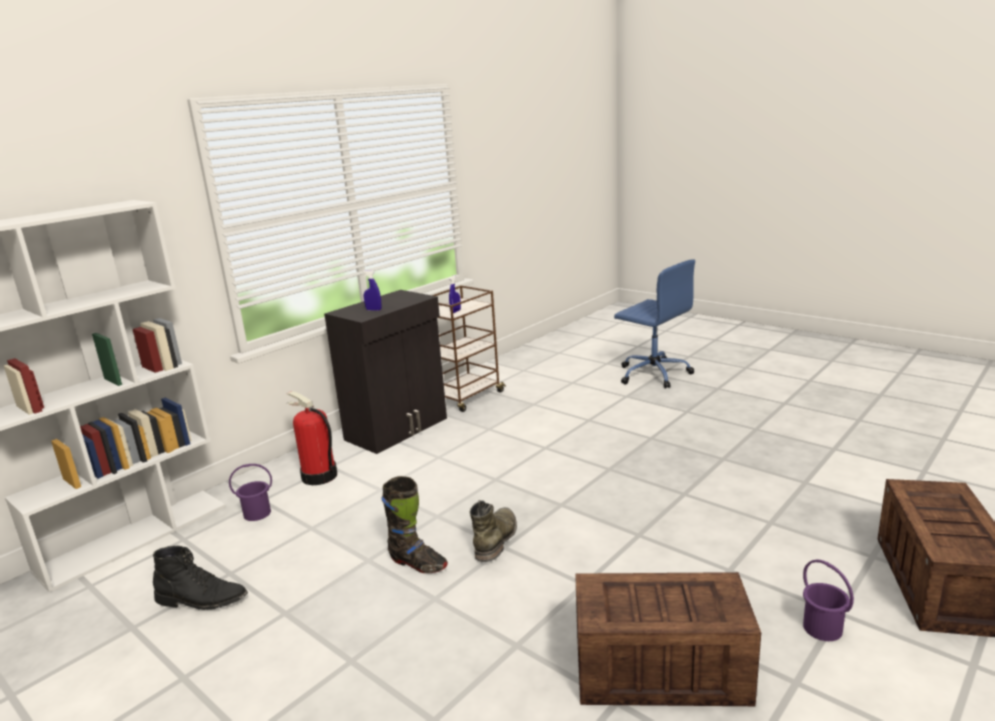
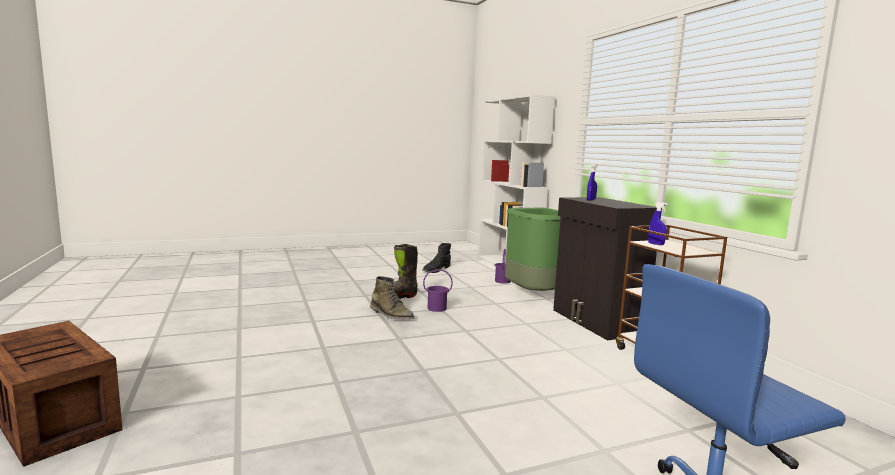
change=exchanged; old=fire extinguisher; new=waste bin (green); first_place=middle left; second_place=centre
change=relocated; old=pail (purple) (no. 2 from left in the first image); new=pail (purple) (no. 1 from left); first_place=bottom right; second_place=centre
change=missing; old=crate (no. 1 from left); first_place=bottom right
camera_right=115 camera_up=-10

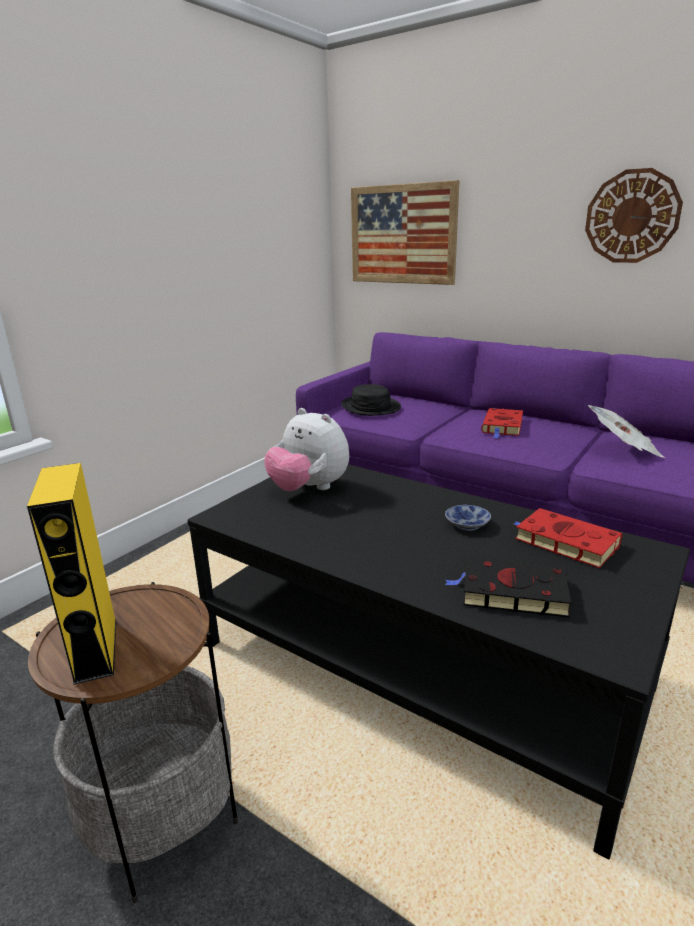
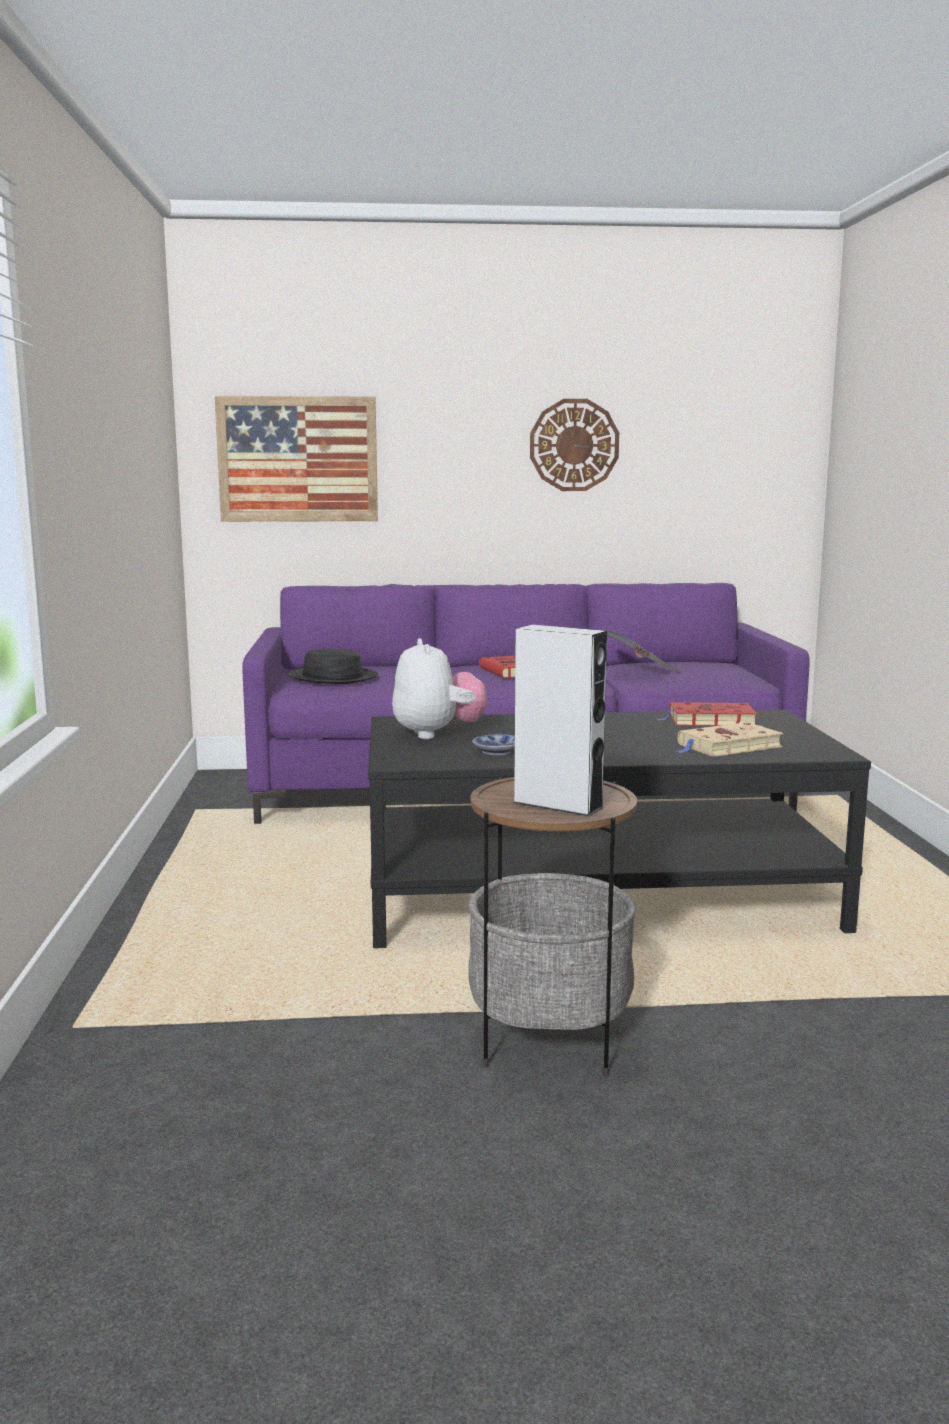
change=spun; old=soft toy; first_place=centre; second_place=centre; degrees=-105
change=colour; old=speaker (yellow-coloured); new=speaker (grey); first_place=middle left; second_place=centre
change=relocated; old=serving bowl; first_place=middle right; second_place=centre
change=colour; old=bound book (black-coloured); new=bound book (beige-coloured); first_place=middle right; second_place=middle right
camera_right=-40 camera_up=-10

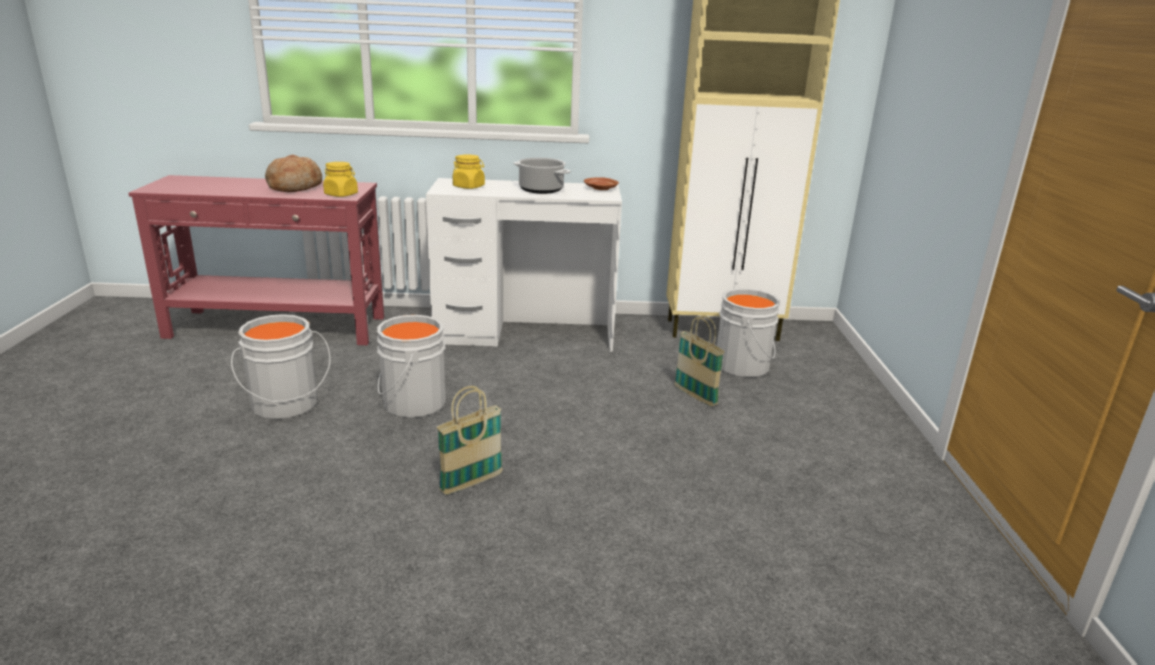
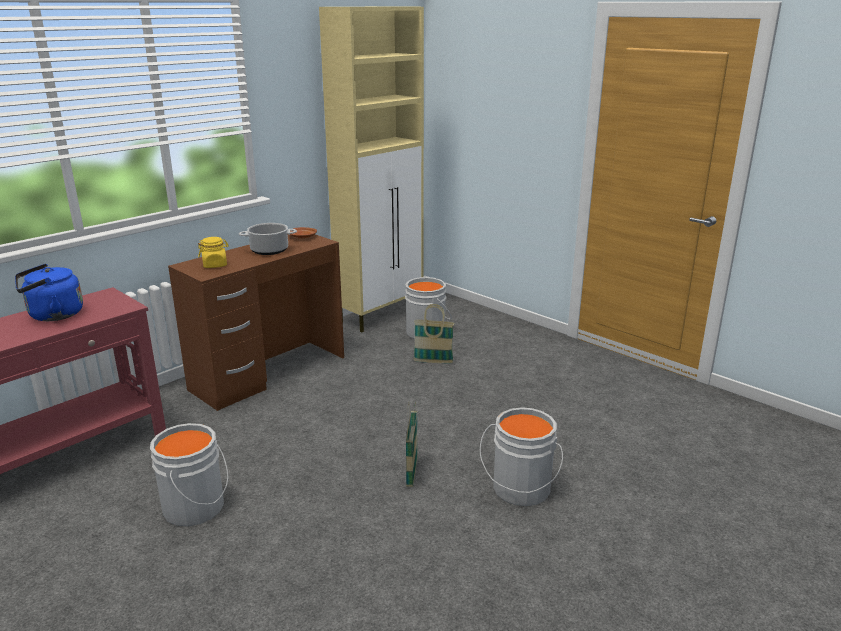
change=exchanged; old=bakery bread; new=kettle (blue); first_place=top left; second_place=middle left
change=missing; old=jar (yellow-coloured) (no. 1 from left); first_place=top left
change=colour; old=desk table (white); new=desk table (brown); first_place=centre; second_place=middle left
change=relocated; old=pail (grey) (no. 2 from left in the first image); new=pail (grey) (no. 3 from left); first_place=centre; second_place=bottom centre
camera_right=-45 camera_up=0

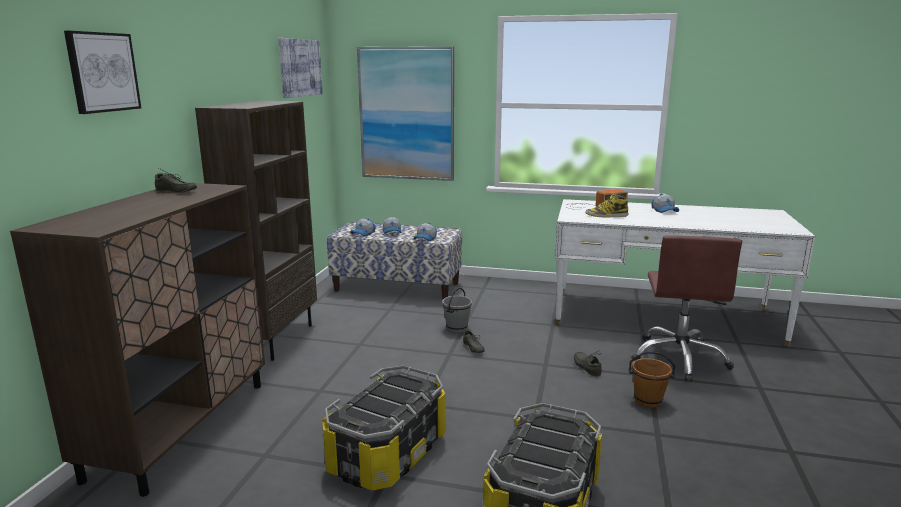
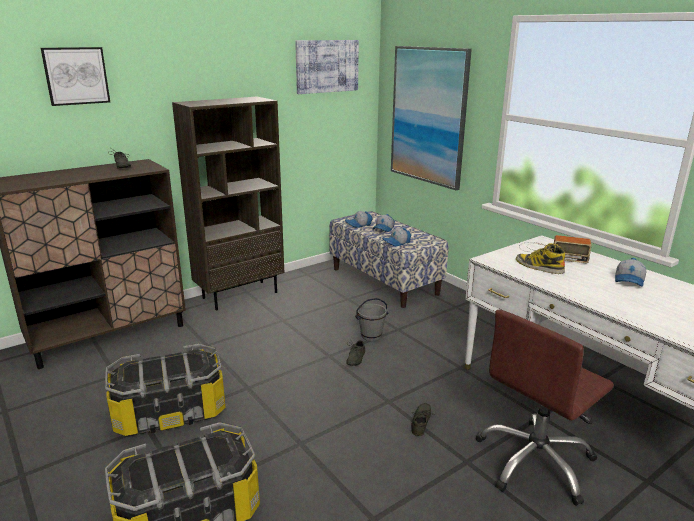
change=missing; old=pail (brown); first_place=bottom right
camera_right=40 camera_up=5

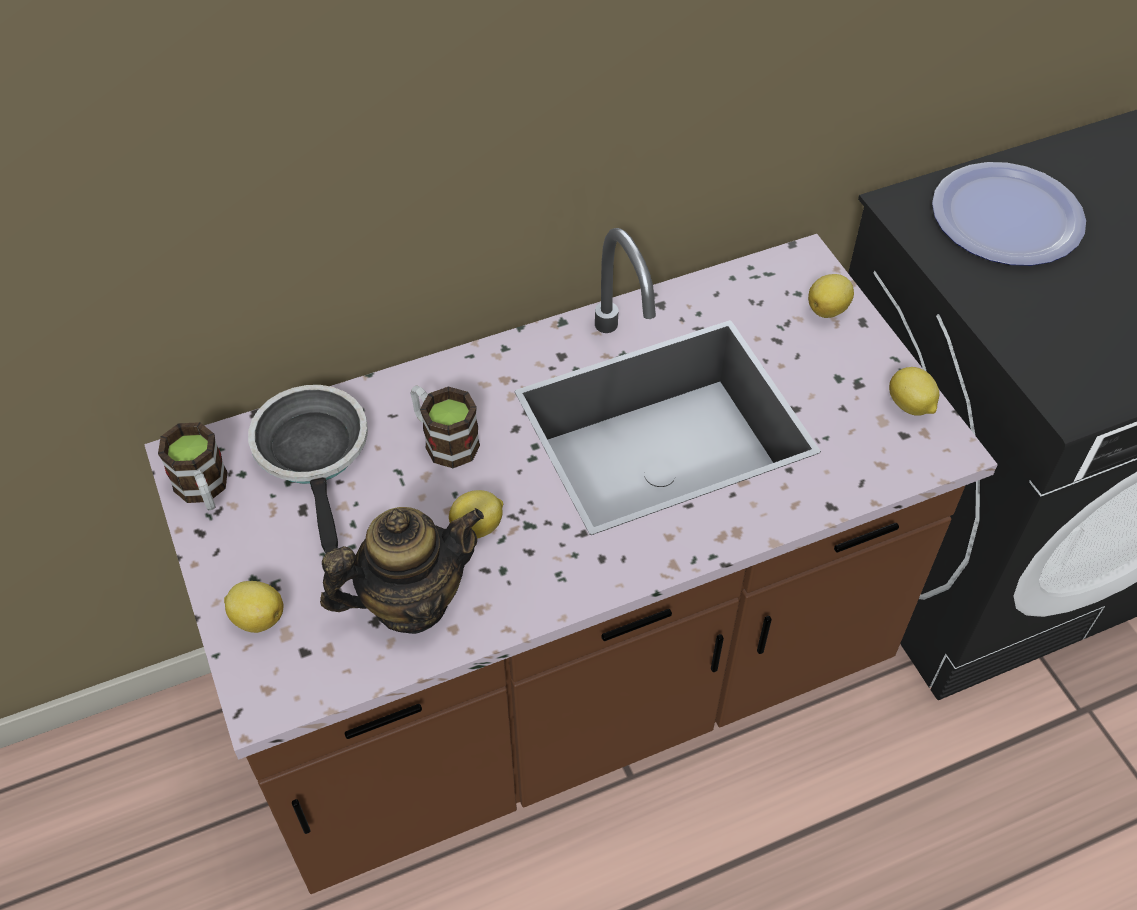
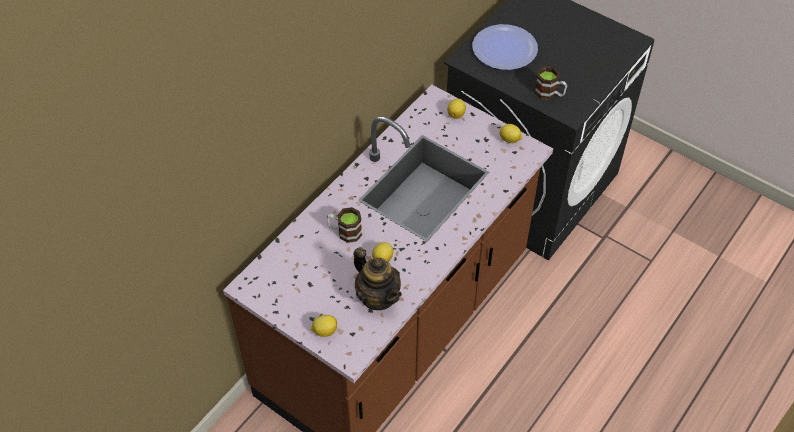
change=missing; old=skillet; first_place=middle left
change=relocated; old=coffee mug (no. 1 from left in the first image); new=coffee mug (no. 2 from left); first_place=middle left; second_place=top right
change=spun; old=teapot; first_place=centre; second_place=centre; degrees=105
camera_right=-30 camera_up=0

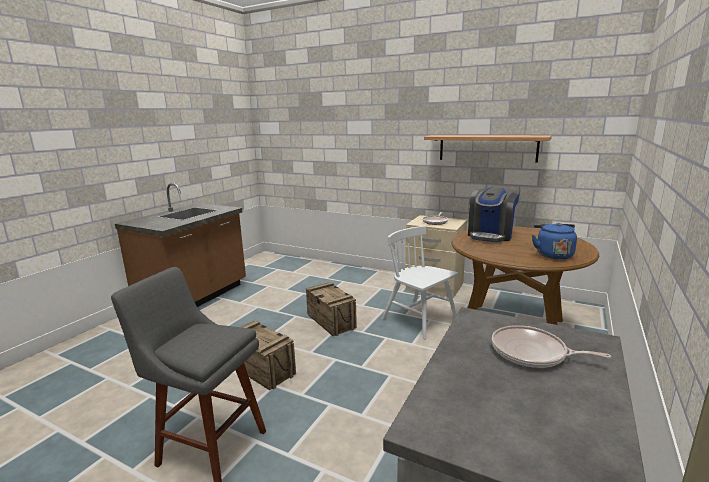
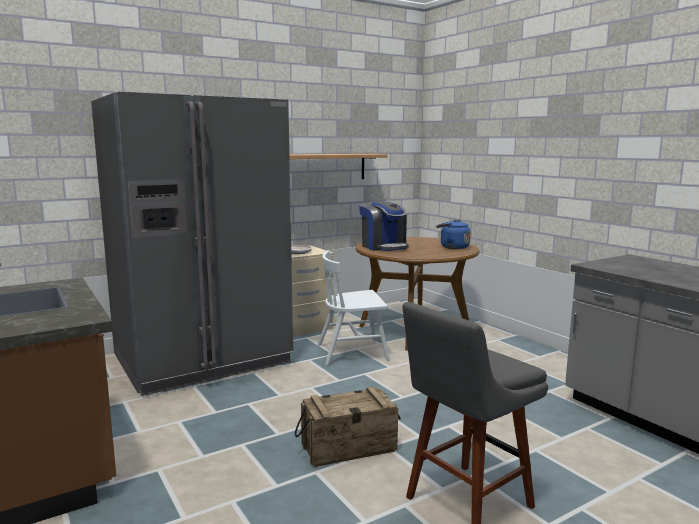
change=missing; old=crate (no. 2 from left); first_place=centre
change=missing; old=skillet (no. 2 from left); first_place=bottom right
change=appeared; new=fridge (grey); second_place=middle left
camera_right=-60 camera_up=-5

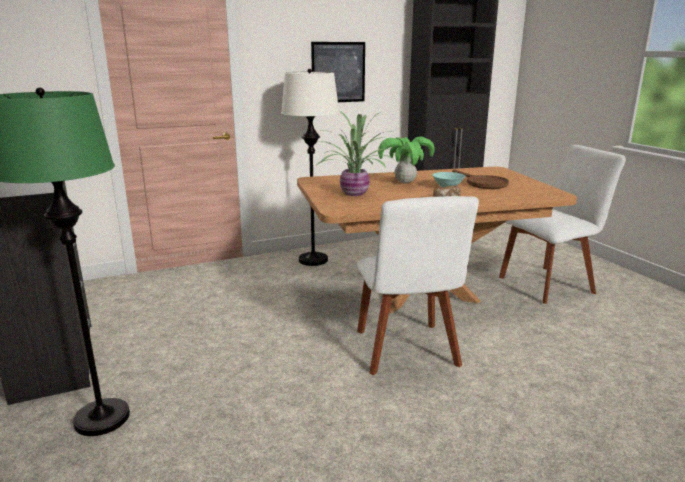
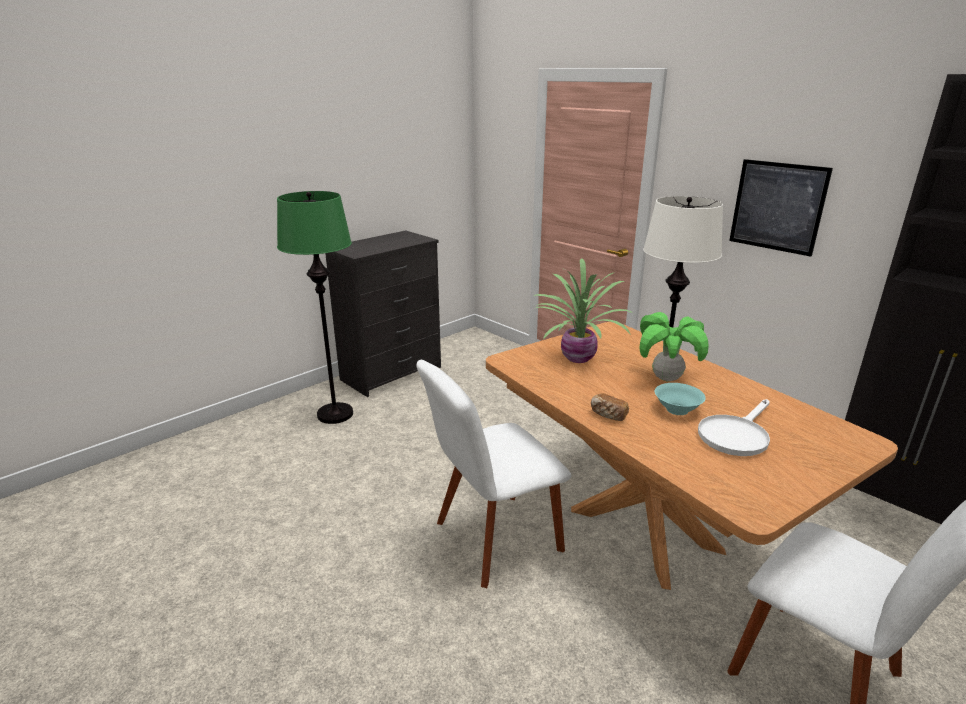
change=colour; old=skillet (brown); new=skillet (white); first_place=middle right; second_place=middle right
camera_right=70 camera_up=5

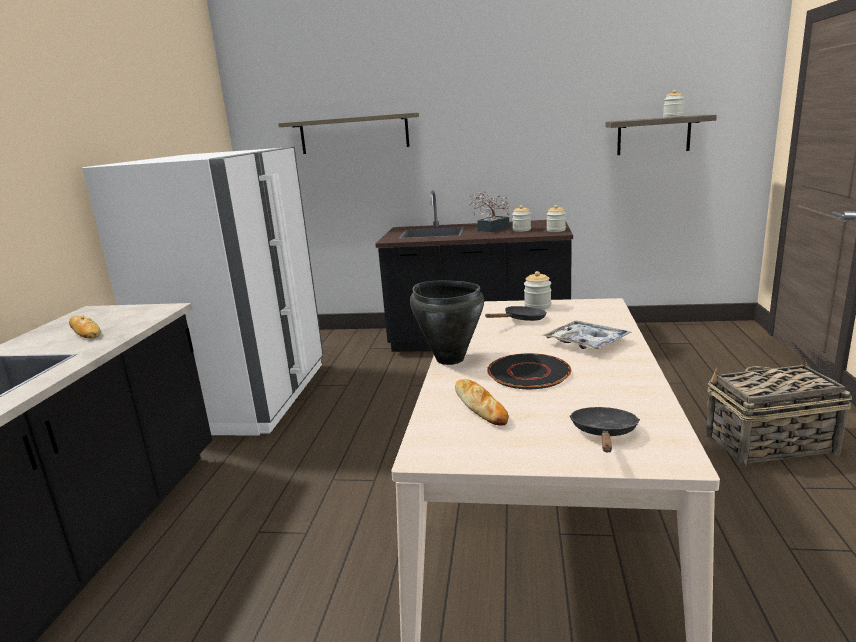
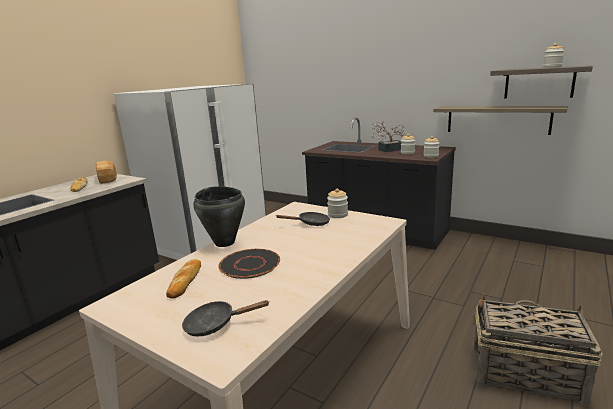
change=relocated; old=wall shelf (no. 1 from left); first_place=top centre; second_place=top right
change=missing; old=serving tray; first_place=middle right
change=spun; old=skillet (black-coloured) (no. 2 from left in the first image); first_place=bottom right; second_place=bottom centre; degrees=-135
change=appeared; new=bakery bread (no. 2 from left); second_place=middle left
camera_right=25 camera_up=0

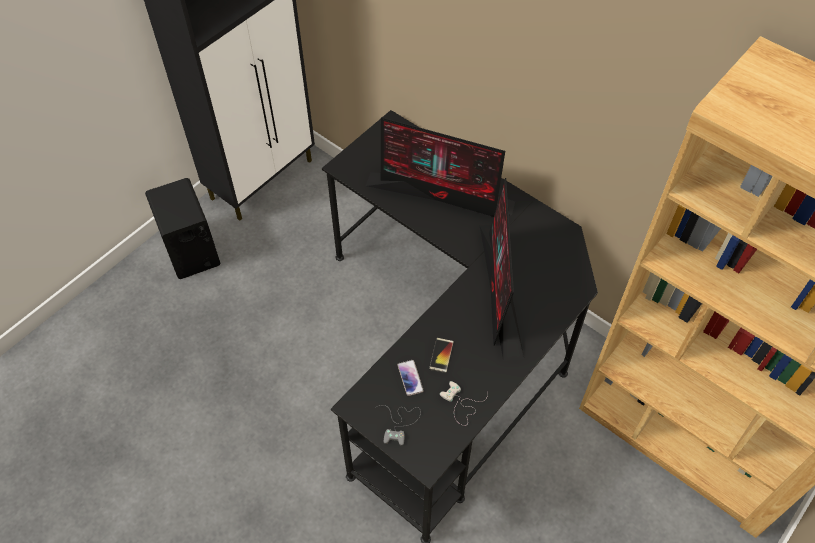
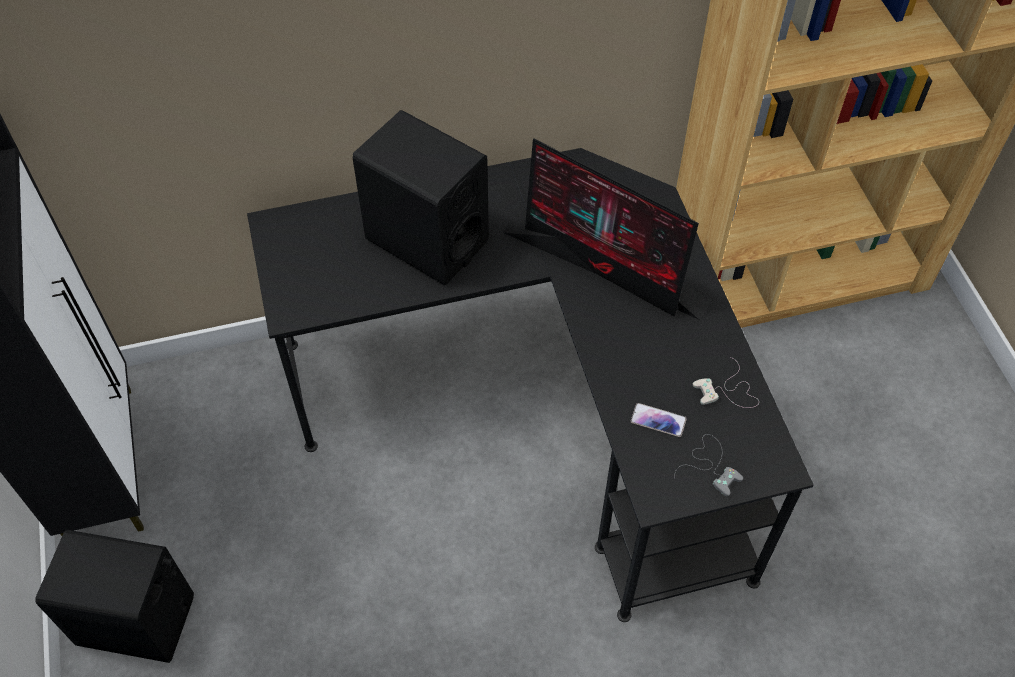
change=exchanged; old=monitor (no. 1 from left); new=speaker (black-coloured) (no. 2 from left); first_place=top centre; second_place=top centre
change=missing; old=handset (no. 2 from left); first_place=centre
camera_right=-55 camera_up=0

